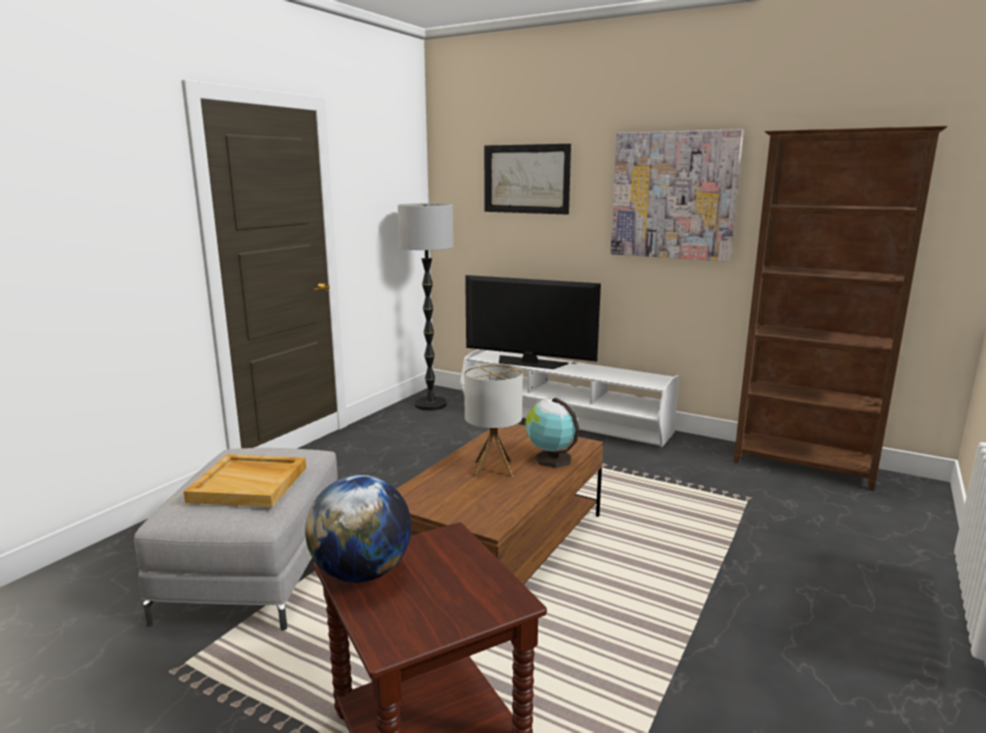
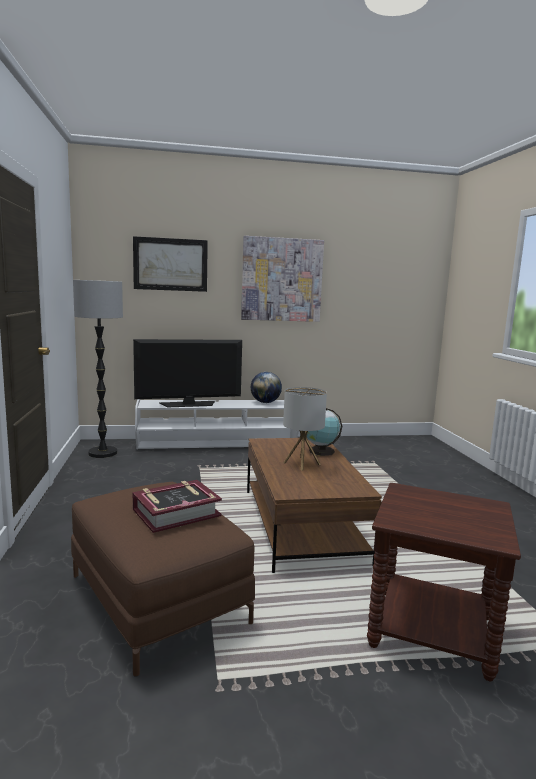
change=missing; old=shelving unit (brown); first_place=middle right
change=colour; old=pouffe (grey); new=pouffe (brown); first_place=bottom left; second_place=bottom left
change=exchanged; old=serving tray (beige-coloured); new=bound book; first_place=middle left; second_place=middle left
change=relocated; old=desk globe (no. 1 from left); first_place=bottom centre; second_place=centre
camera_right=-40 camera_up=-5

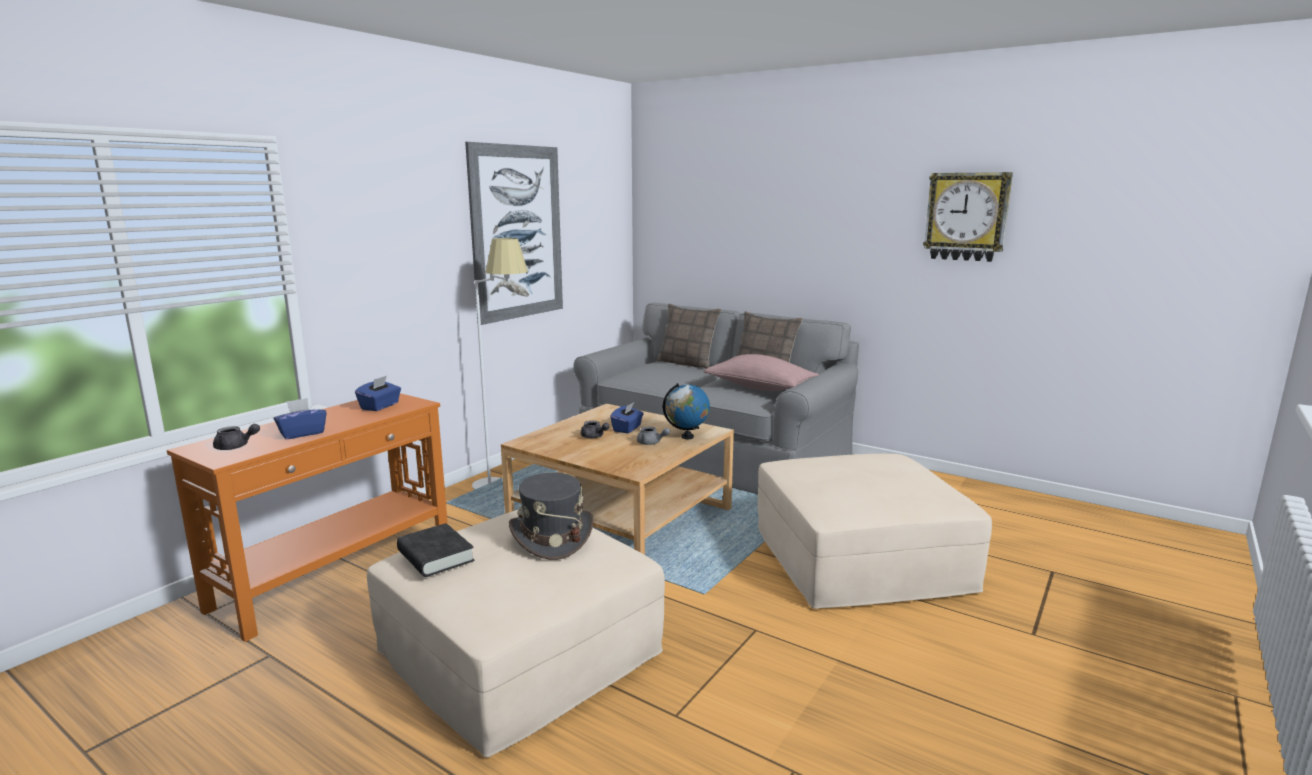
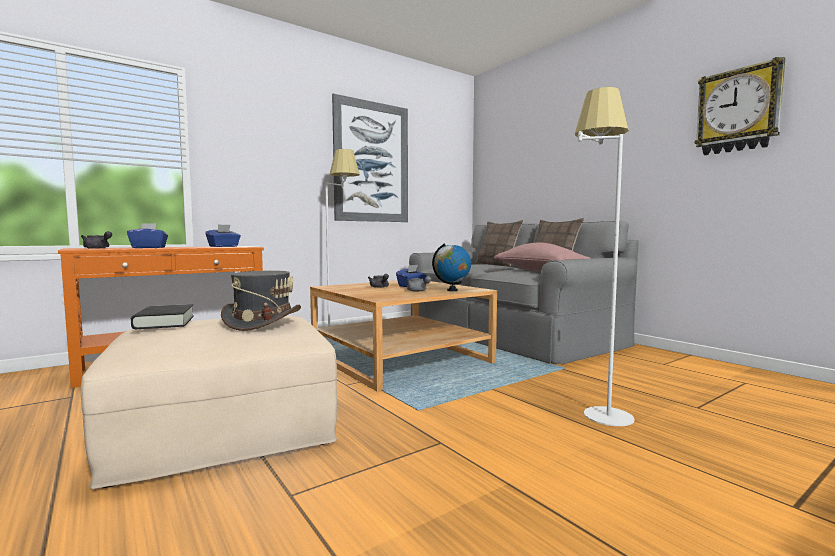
change=exchanged; old=pouffe (beige-coloured) (no. 2 from left); new=standing lamp (white) (no. 2 from left); first_place=bottom right; second_place=middle right
camera_right=20 camera_up=-10

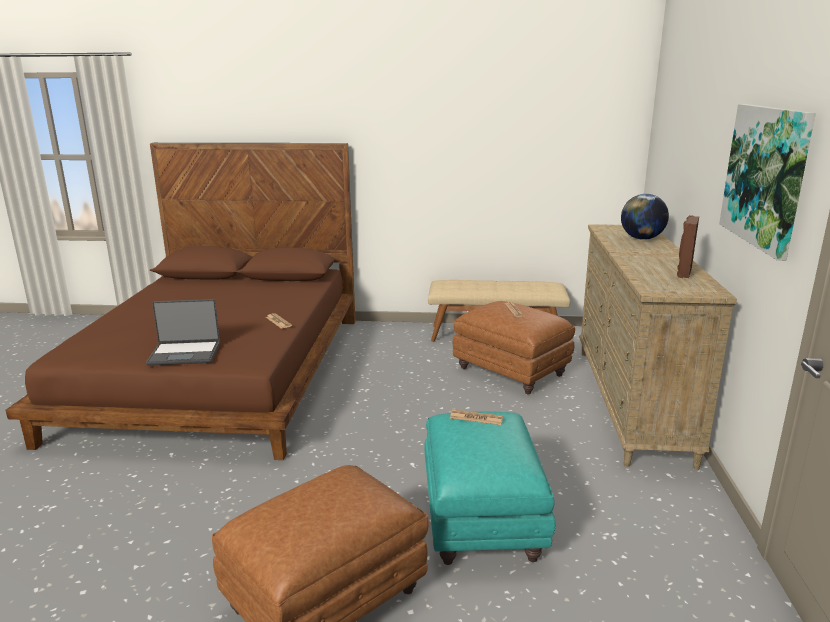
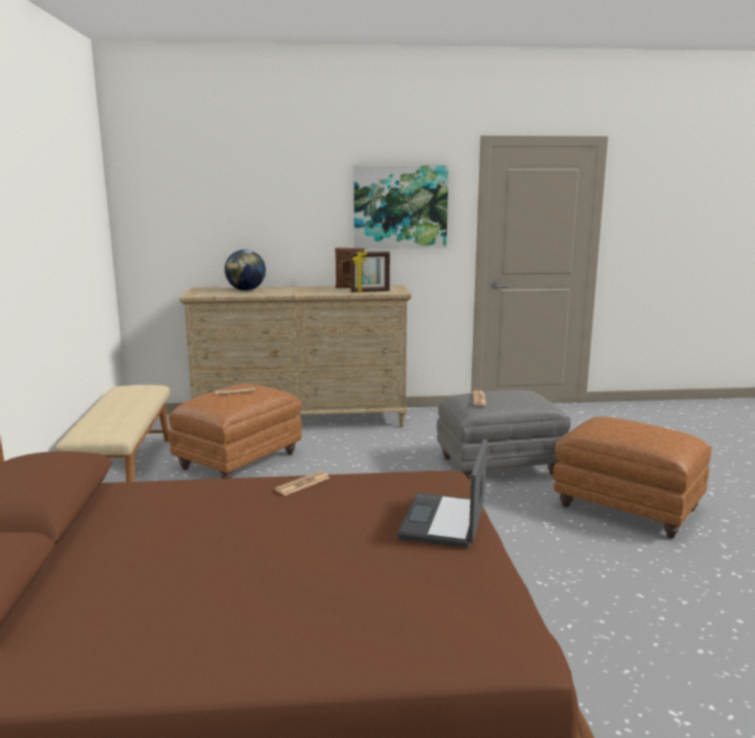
change=spun; old=notebook computer; first_place=middle left; second_place=bottom centre; degrees=-150
change=colour; old=pouffe (turquoise); new=pouffe (grey); first_place=bottom centre; second_place=middle right
change=appeared; new=photo frame; second_place=centre
camera_right=-100 camera_up=-5

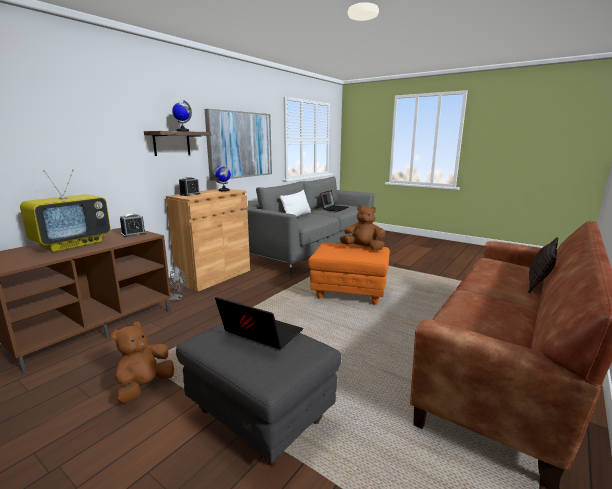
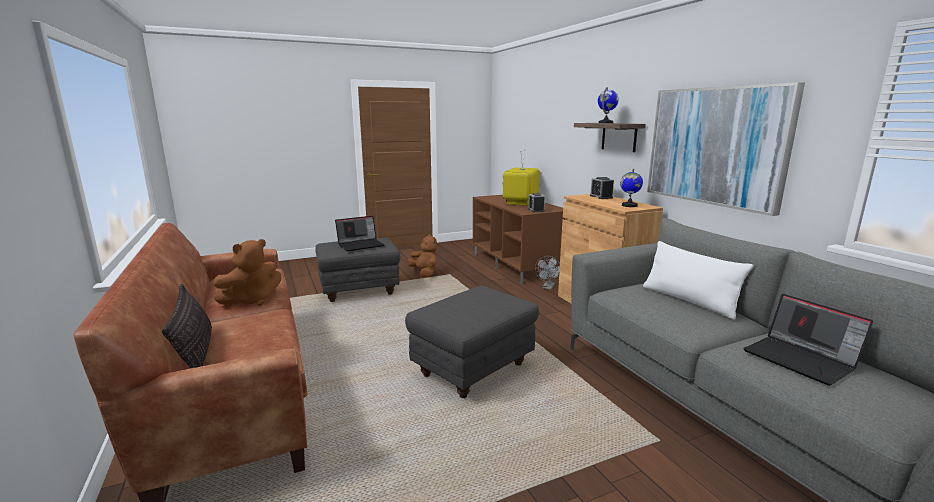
change=spun; old=television; first_place=middle left; second_place=centre; degrees=45
change=relocated; old=soft toy (brown) (no. 2 from left in the first image); new=soft toy (brown) (no. 1 from left); first_place=centre; second_place=middle left
change=colour; old=pouffe (orange-coloured); new=pouffe (grey) (no. 2 from left); first_place=centre; second_place=bottom centre
camera_right=120 camera_up=0

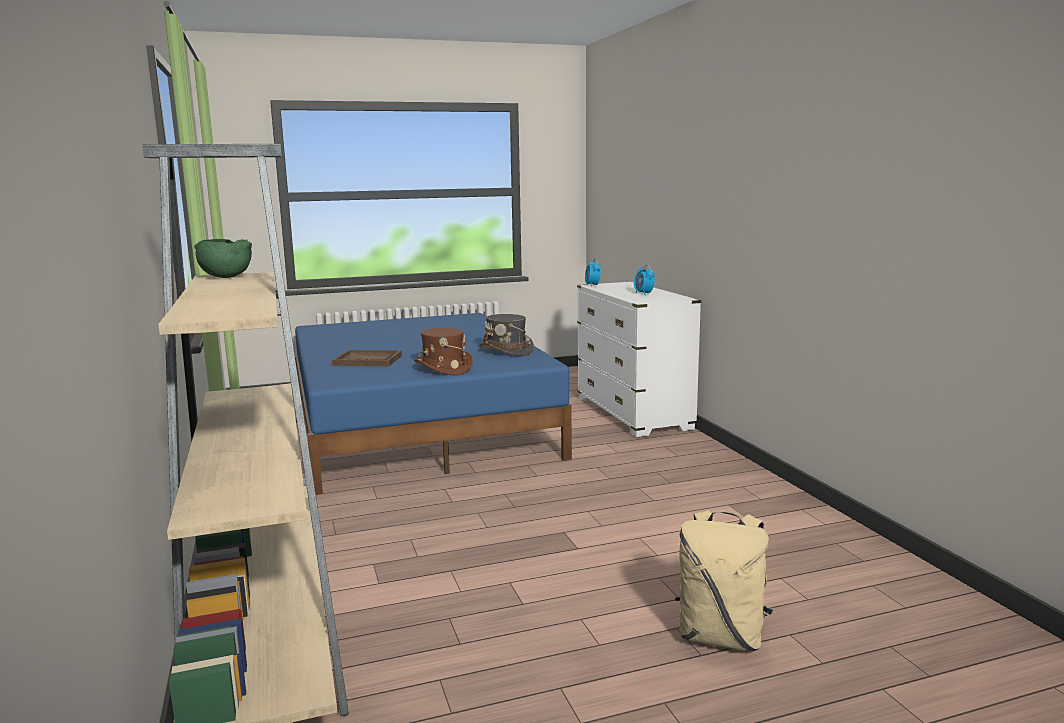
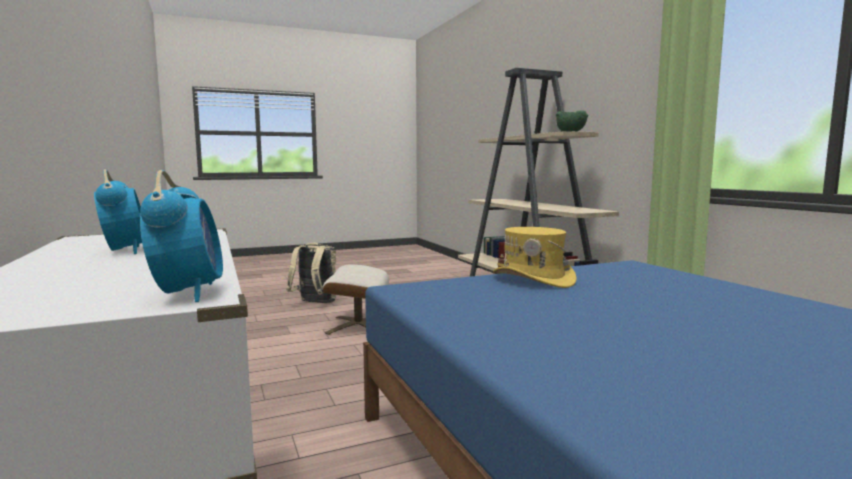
change=missing; old=clothing hat (grey); first_place=centre
change=colour; old=clothing hat (brown); new=clothing hat (yellow-coloured); first_place=centre; second_place=centre
change=missing; old=serving tray (brown); first_place=centre
change=appeared; new=pouffe (beige-coloured); second_place=centre
camera_right=175 camera_up=-5

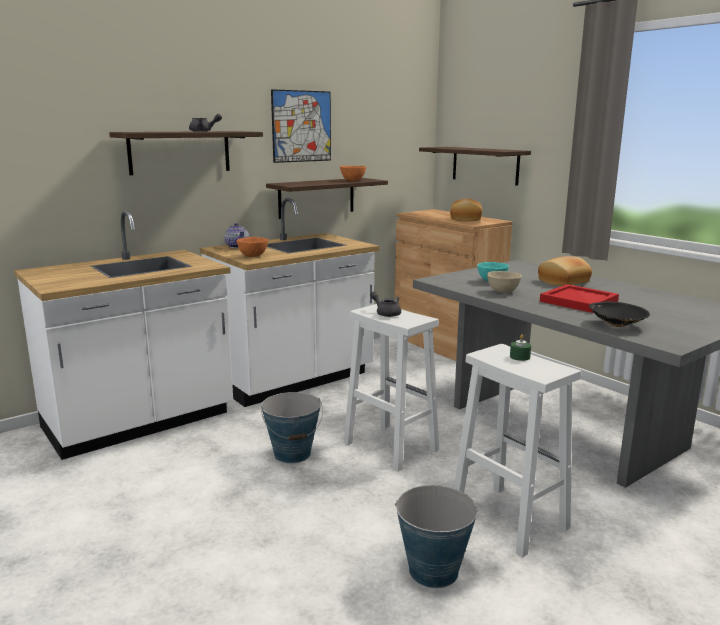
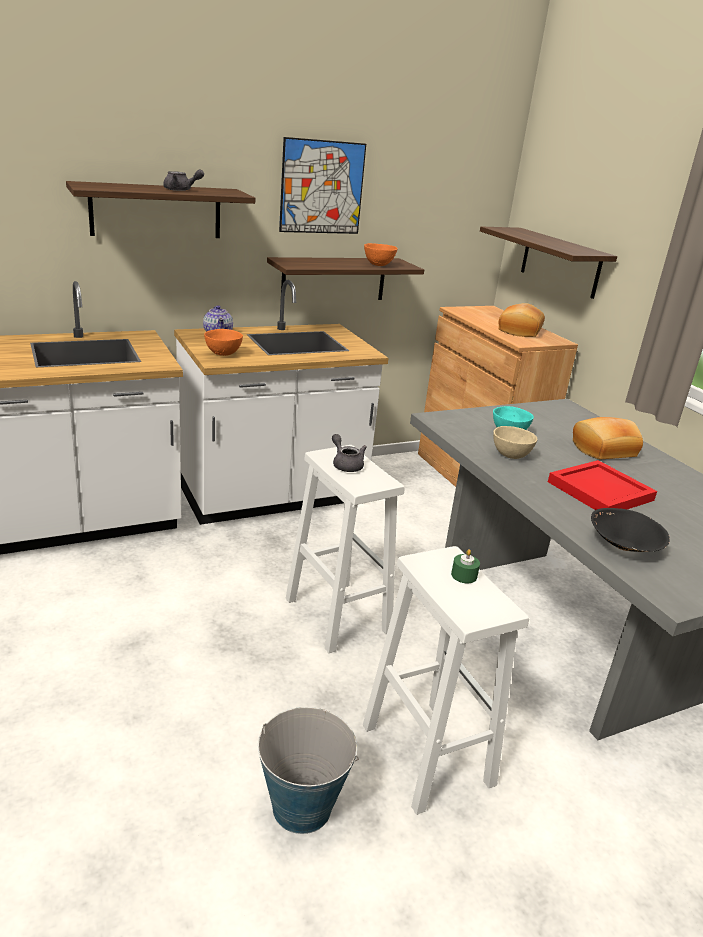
change=missing; old=pail (no. 1 from left); first_place=bottom centre
camera_right=10 camera_up=10

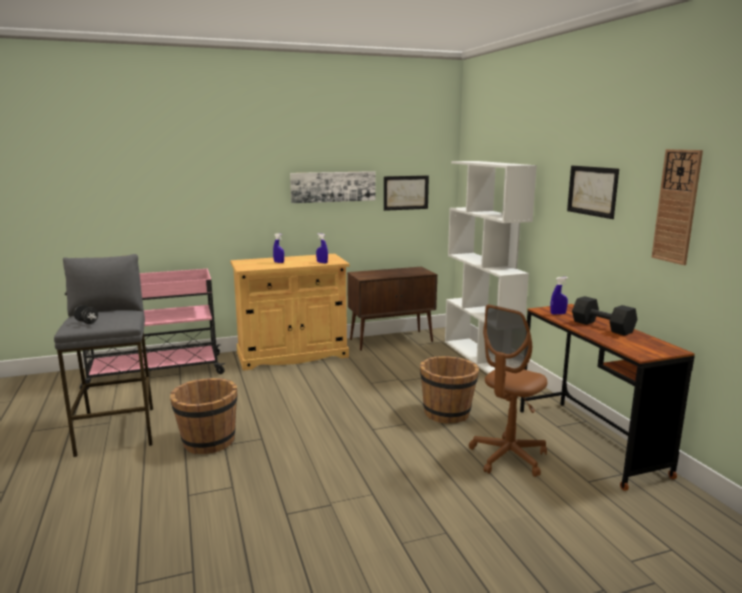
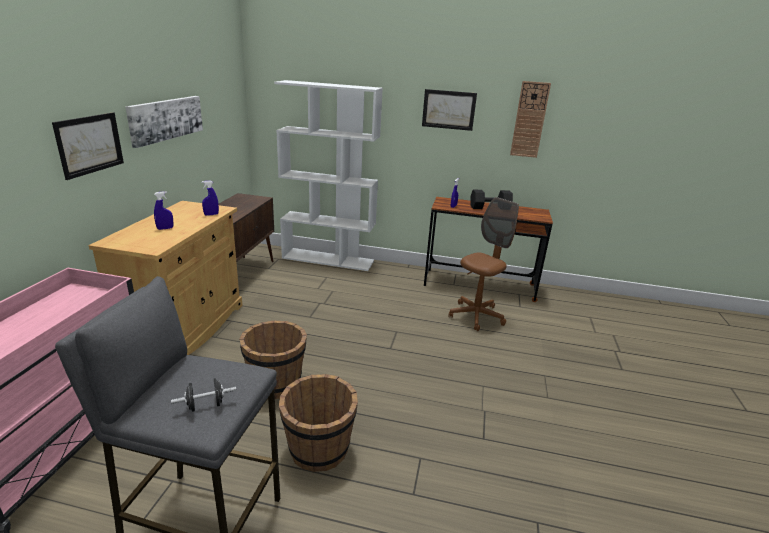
change=relocated; old=picture (no. 2 from left in the first image); new=picture (no. 1 from left); first_place=top centre; second_place=top left
change=spun; old=office chair (brown); first_place=middle right; second_place=centre; degrees=-120
change=relocated; old=pail (brown) (no. 2 from left in the first image); new=pail (brown) (no. 1 from left); first_place=centre; second_place=bottom centre
camera_right=-60 camera_up=10

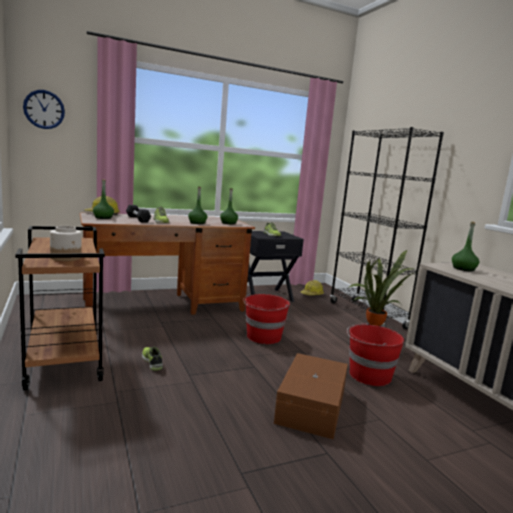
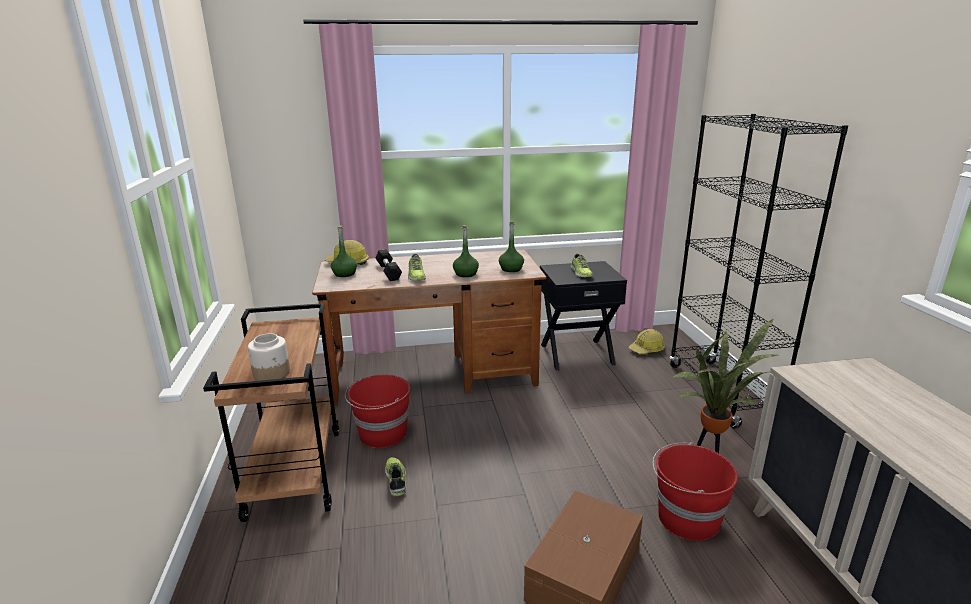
change=missing; old=clock on the wall; first_place=top left
change=missing; old=beverage bottle (green) (no. 4 from left); first_place=middle right
change=relocated; old=pail (reddish) (no. 1 from left); first_place=centre; second_place=bottom centre
camera_right=15 camera_up=10

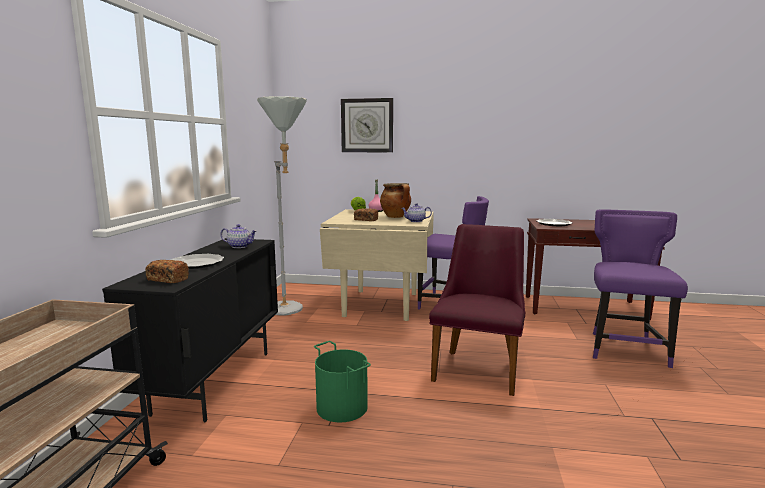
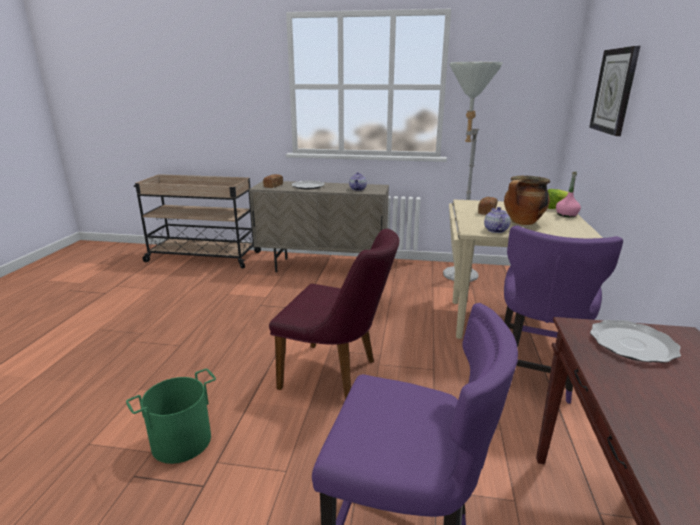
change=colour; old=storage cabinet (black-coloured); new=storage cabinet (beige-coloured); first_place=bottom left; second_place=centre
change=relocated; old=pail (green); first_place=bottom centre; second_place=bottom left
camera_right=90 camera_up=10

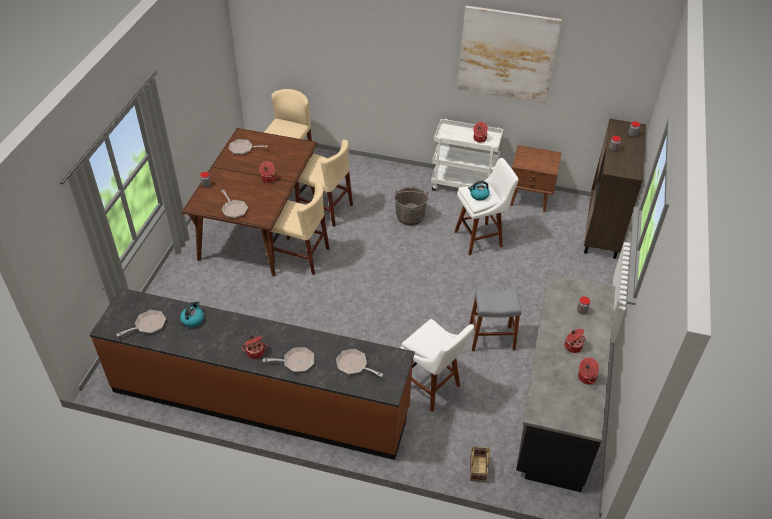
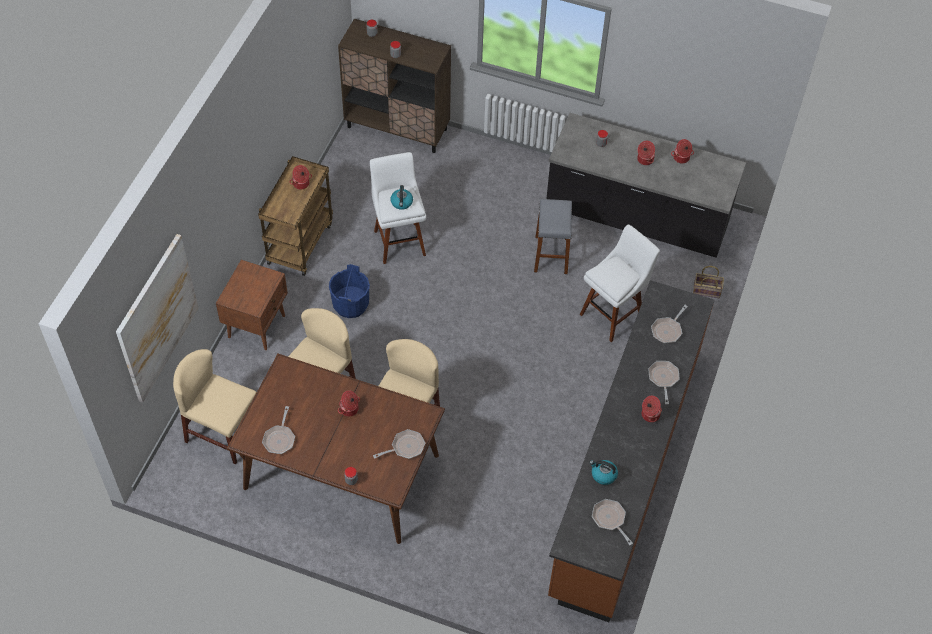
change=relocated; old=picture; first_place=top centre; second_place=middle left
change=colour; old=cart (white); new=cart (brown); first_place=top centre; second_place=middle left
change=relocated; old=nightstand (brown); first_place=middle right; second_place=middle left
change=colour; old=pail (grey); new=pail (blue); first_place=centre; second_place=centre
camera_right=-85 camera_up=10

